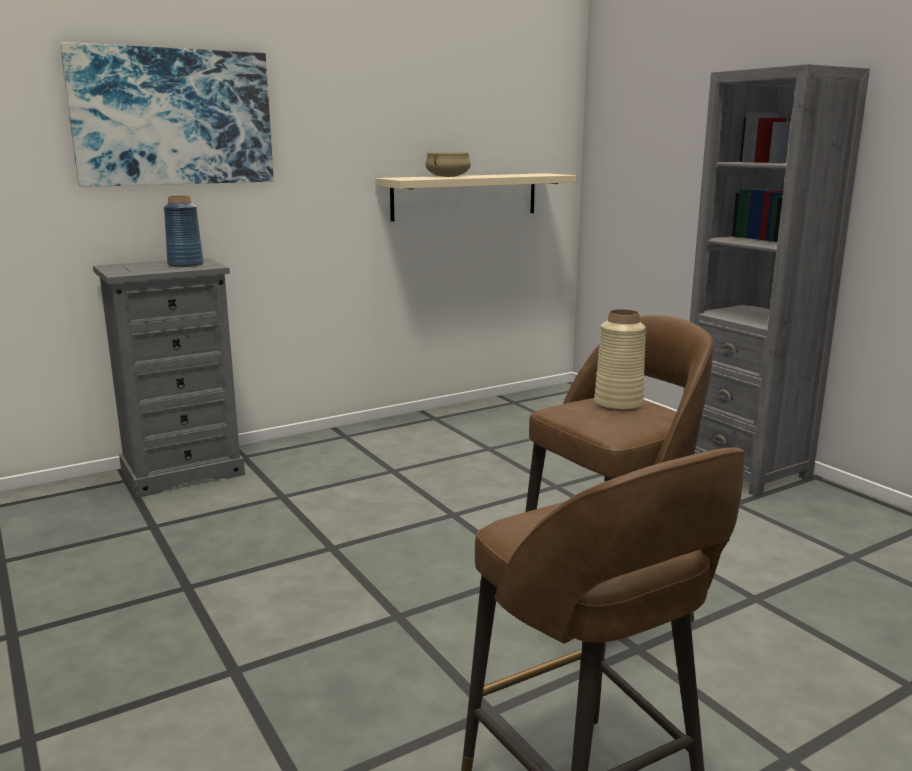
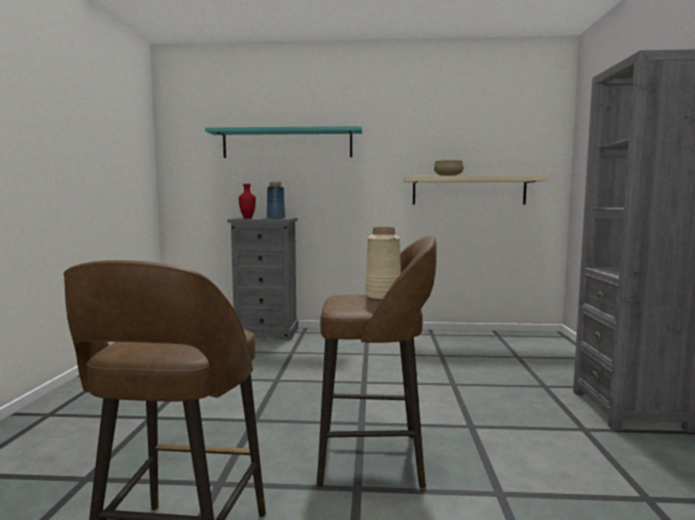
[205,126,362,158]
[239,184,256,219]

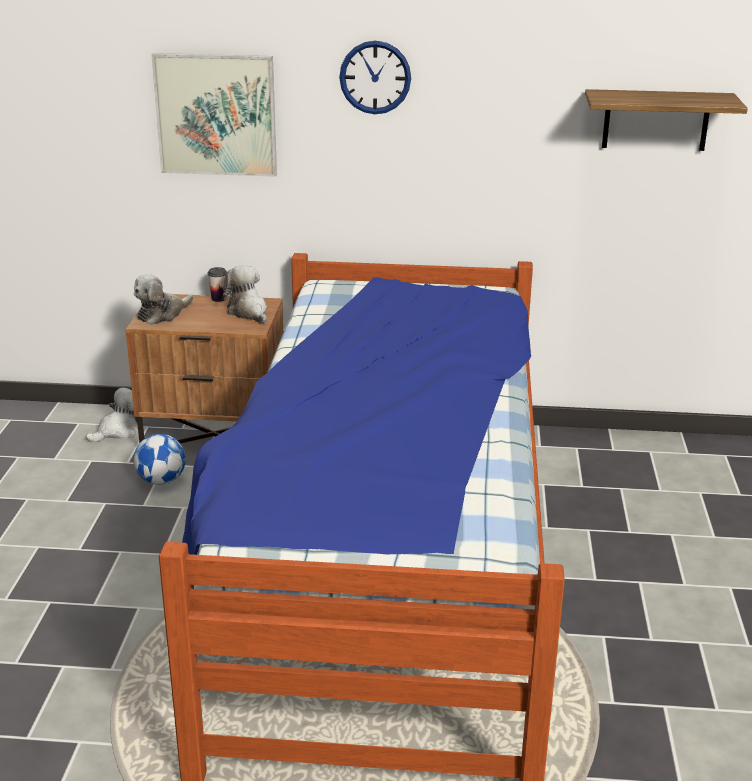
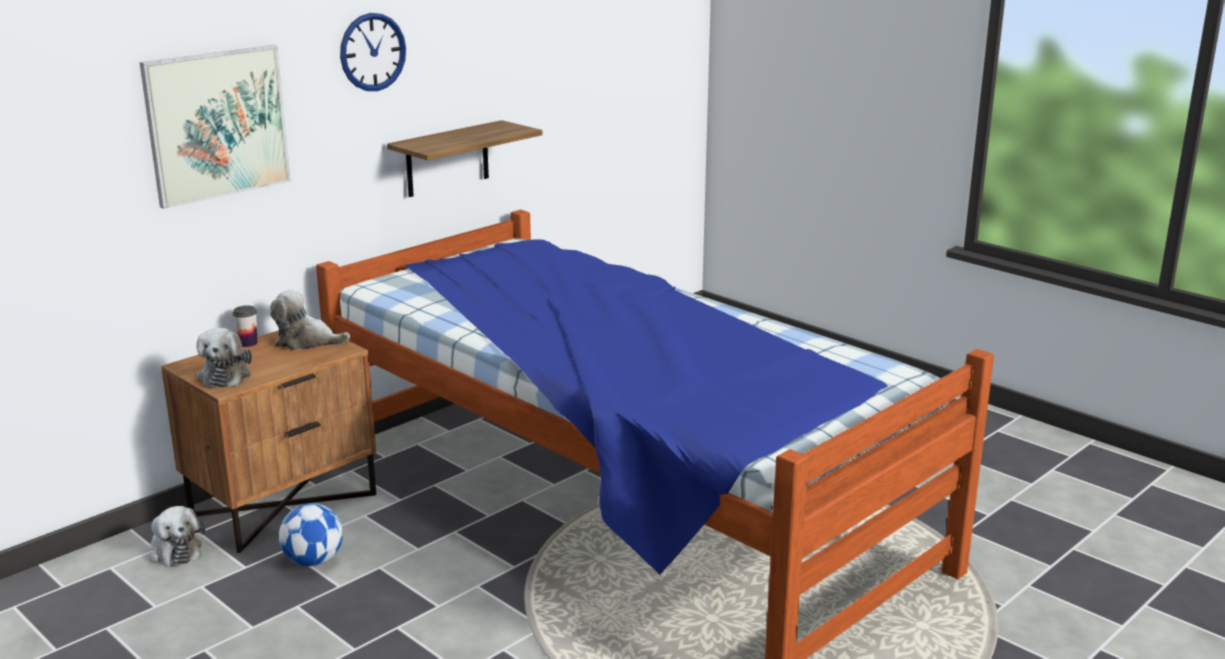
[387,120,543,197]
[149,506,205,567]

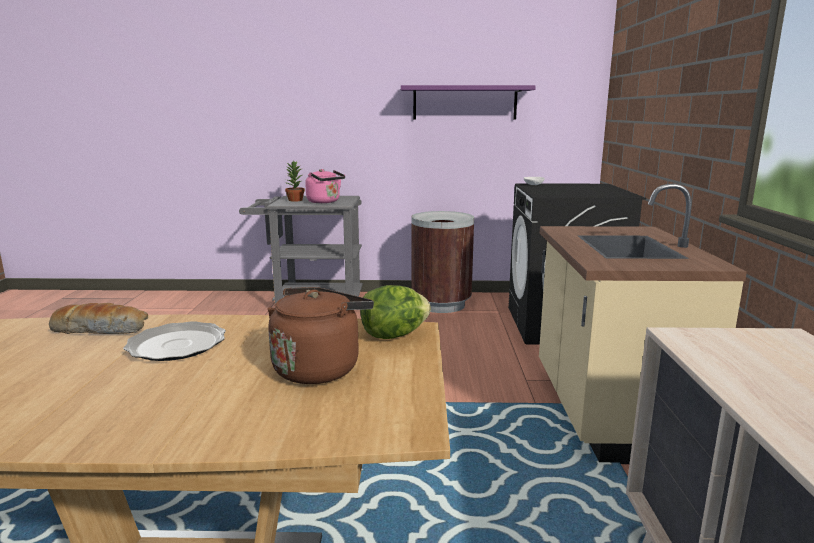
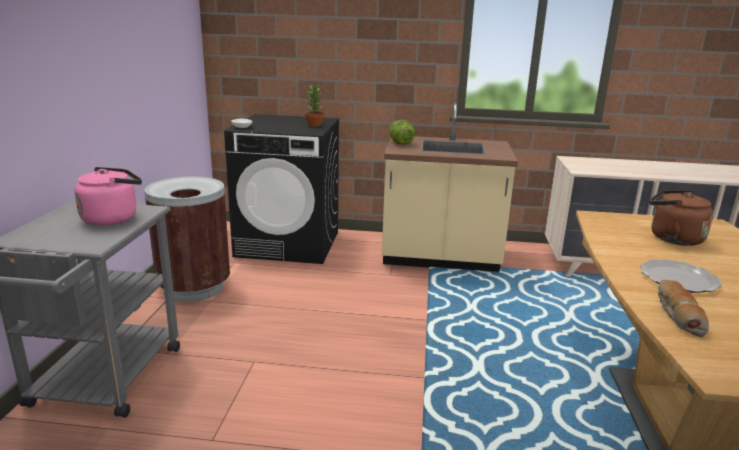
[401,85,536,119] (first image)
[304,84,324,126]
[389,120,415,145]

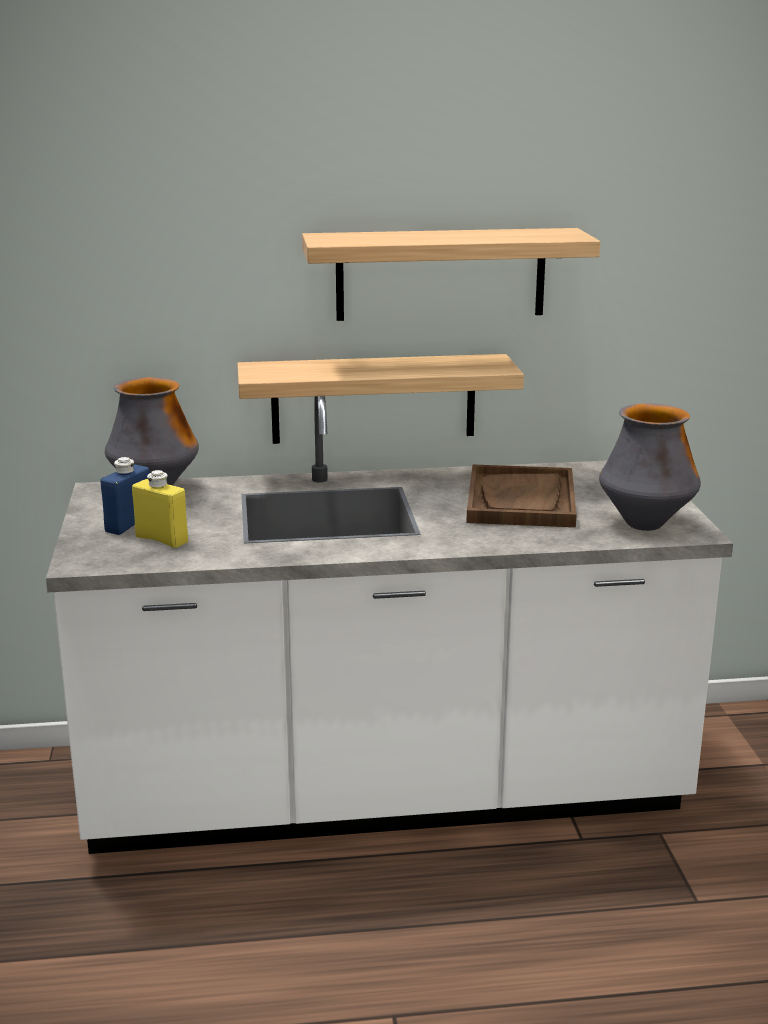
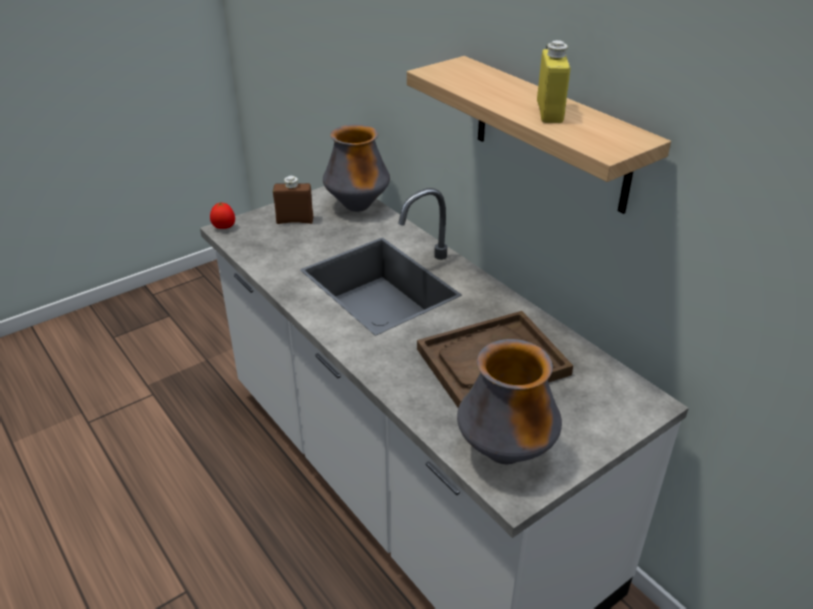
[237,354,524,444] (first image)
[273,176,313,224]
[537,40,570,123]
[210,202,235,229]

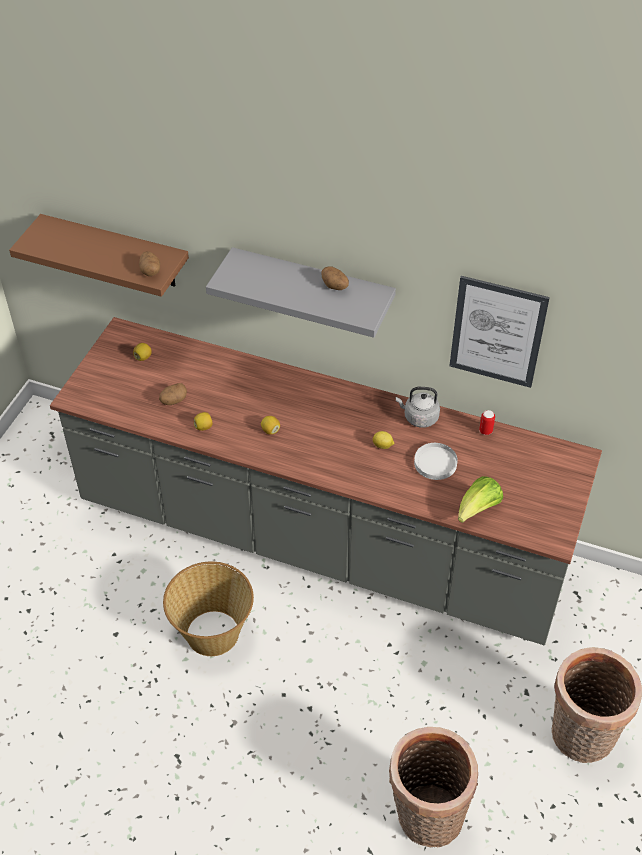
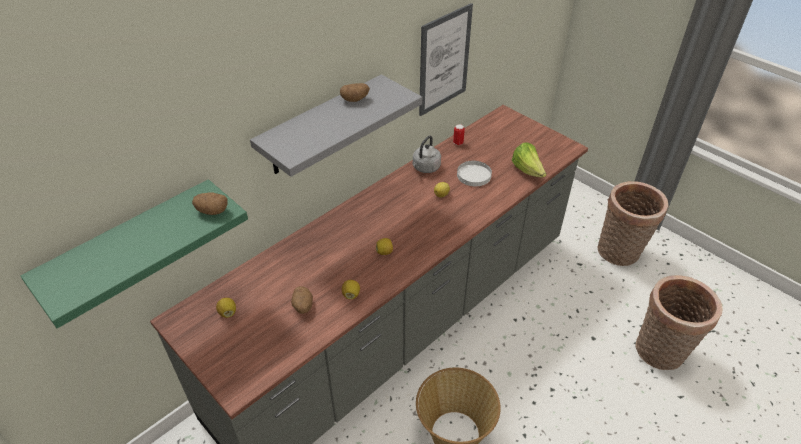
[20,179,248,328]

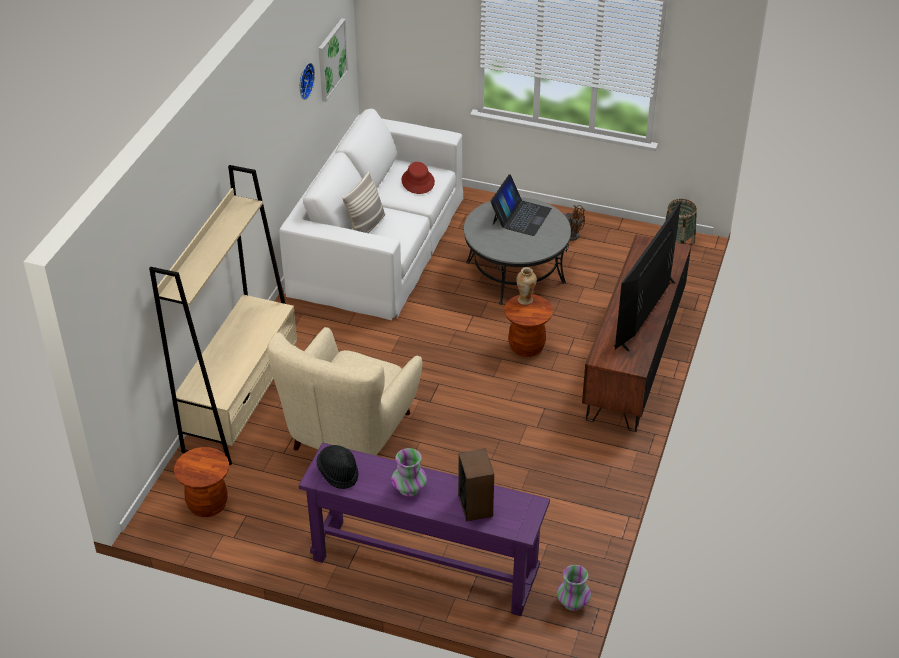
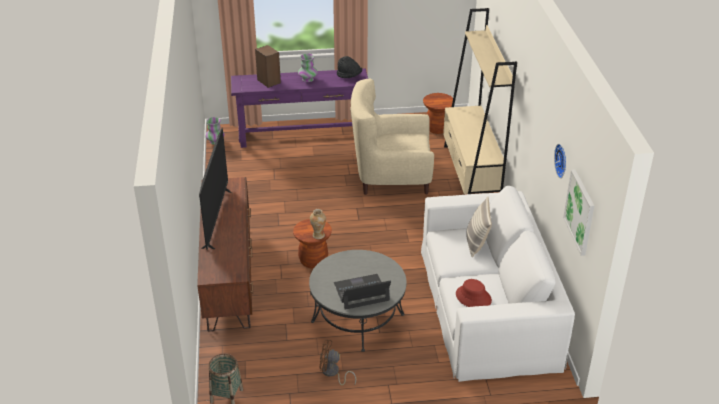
[334,274,391,310]
[350,79,434,195]

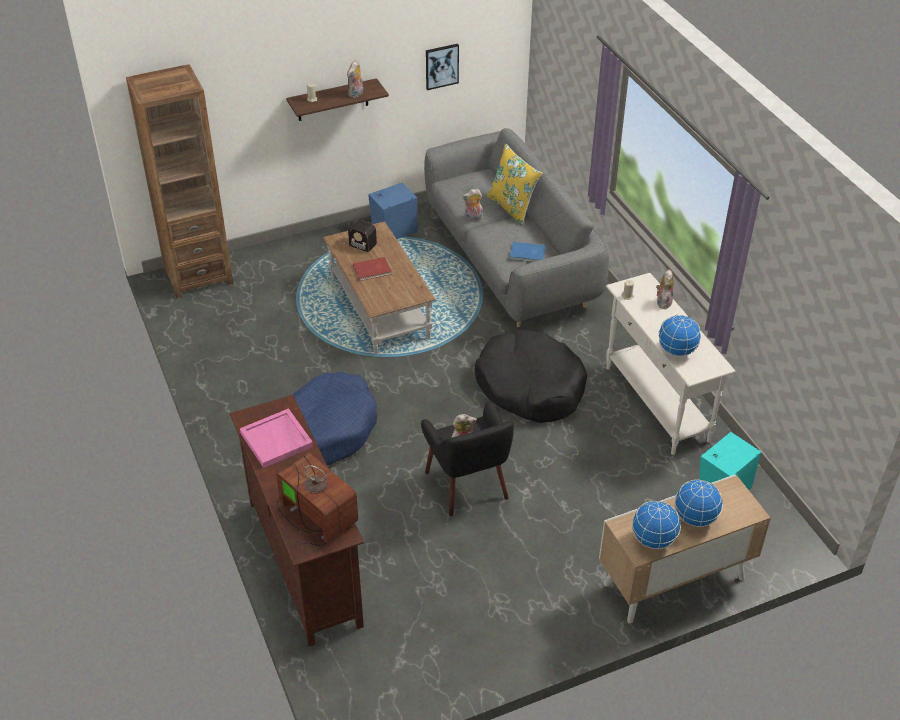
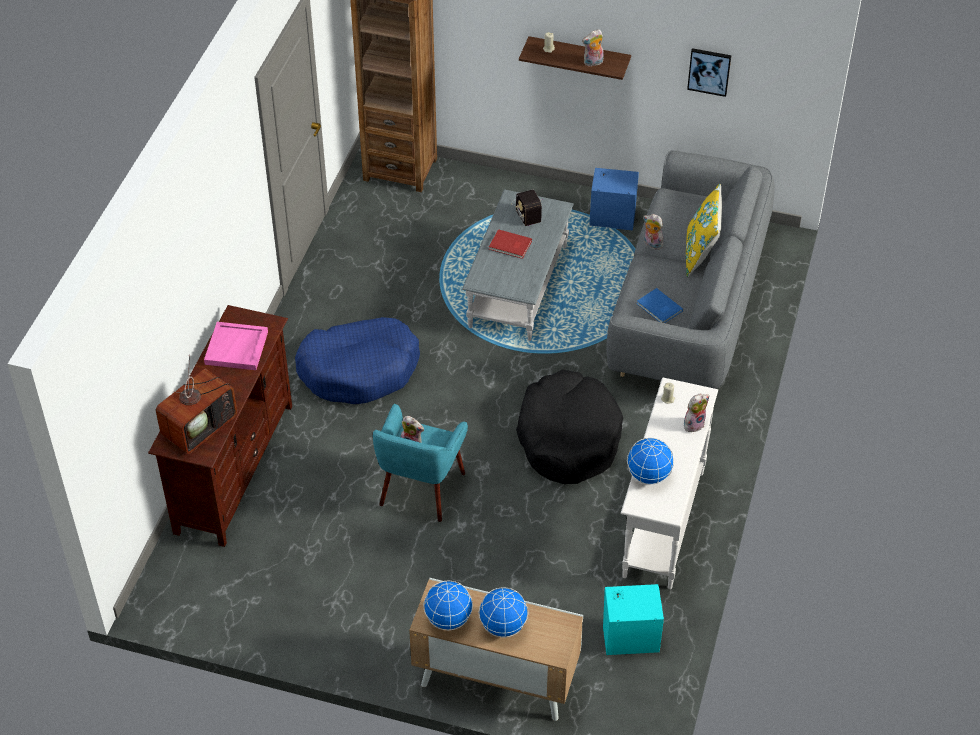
[462,189,574,341]
[373,404,468,522]
[156,355,237,454]

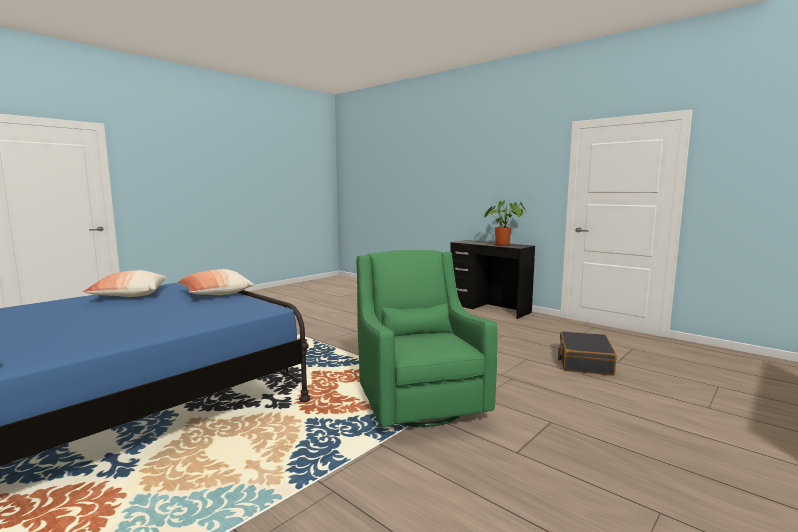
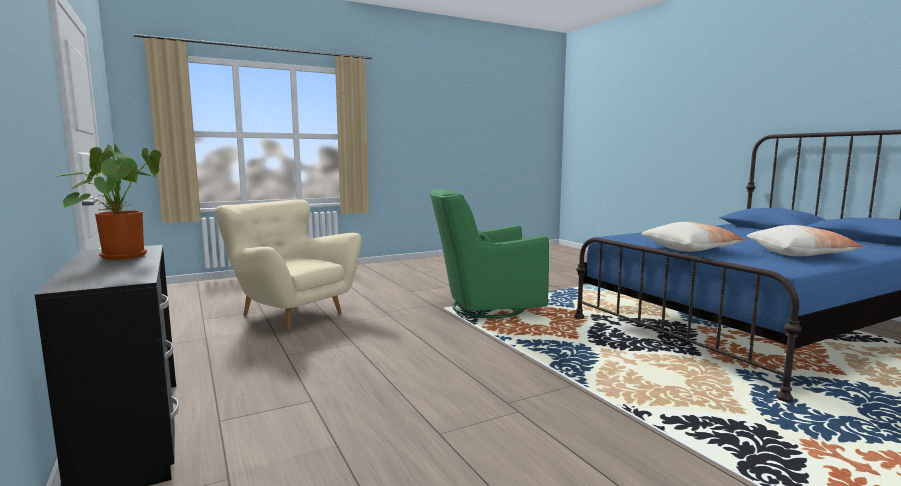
[430,189,549,318]
[215,199,361,331]

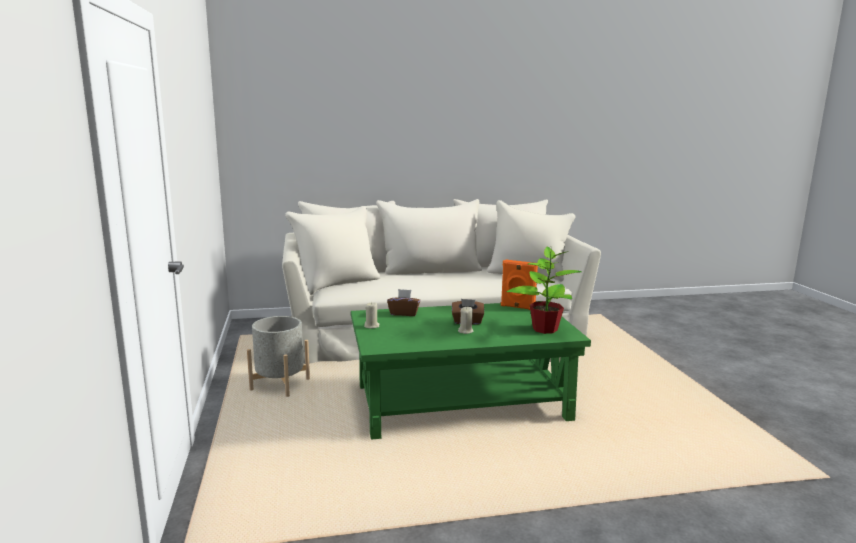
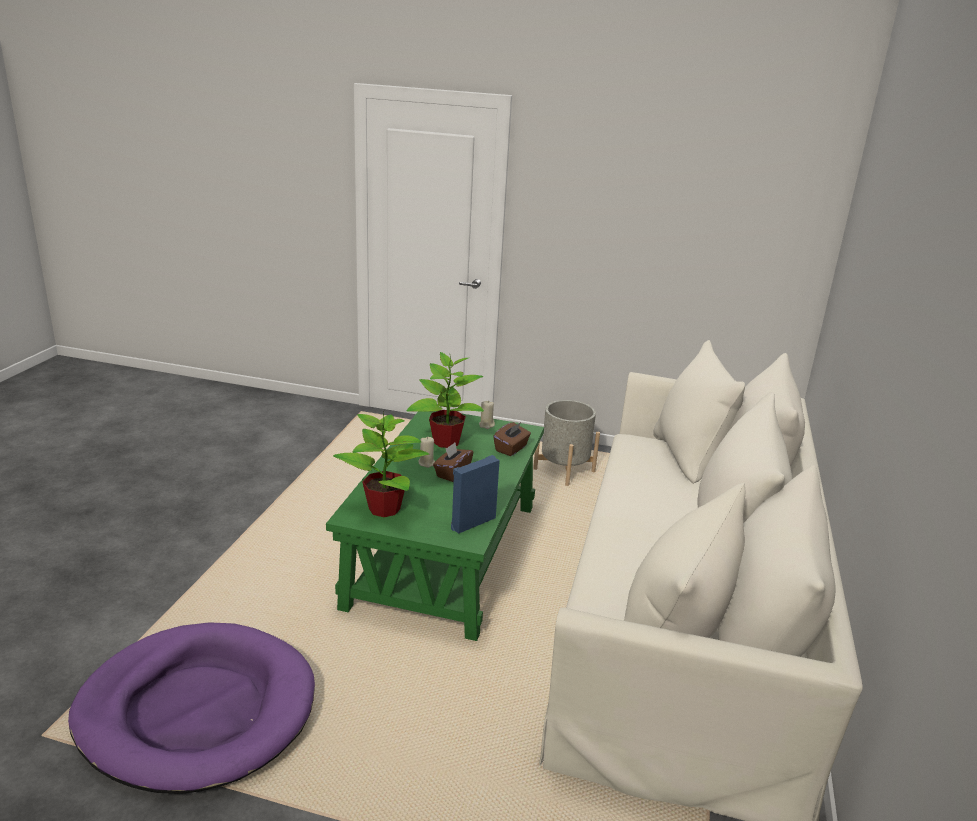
[451,455,500,534]
[406,352,484,448]
[68,622,315,794]

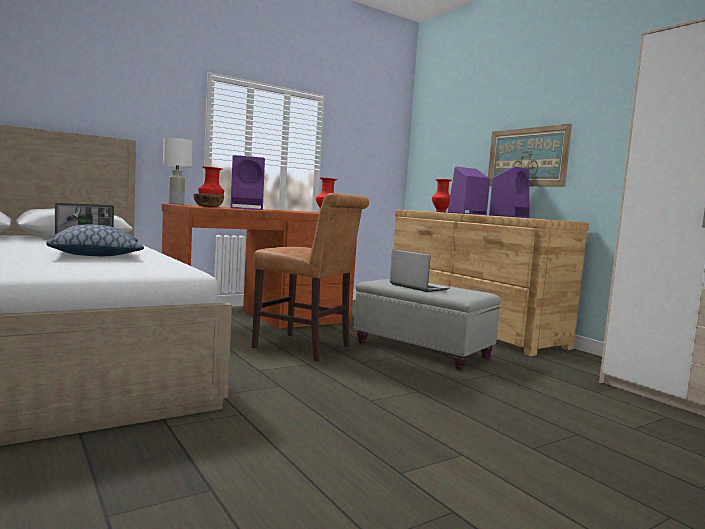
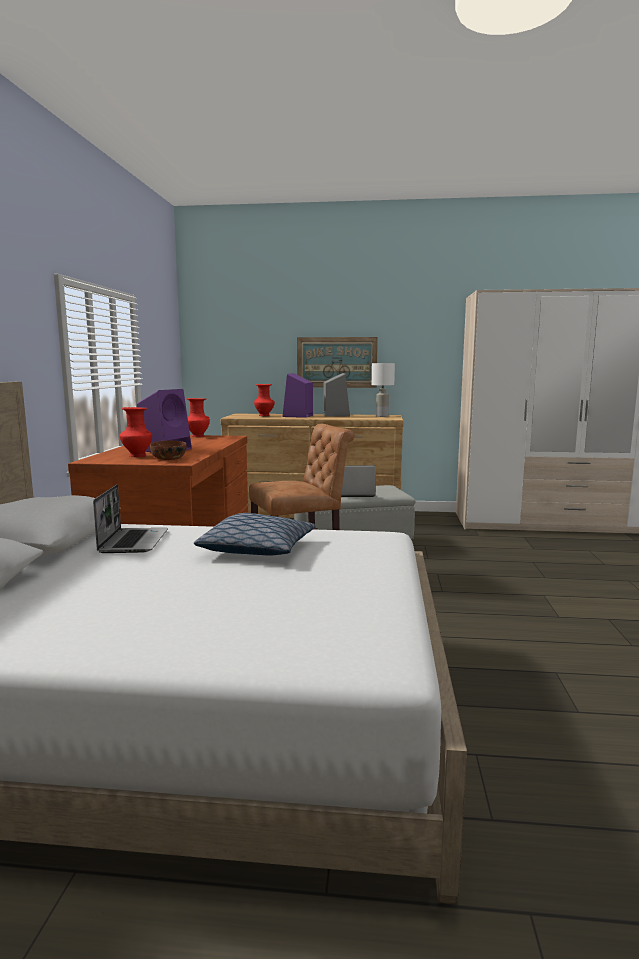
[372,363,395,417]
[324,373,350,417]

